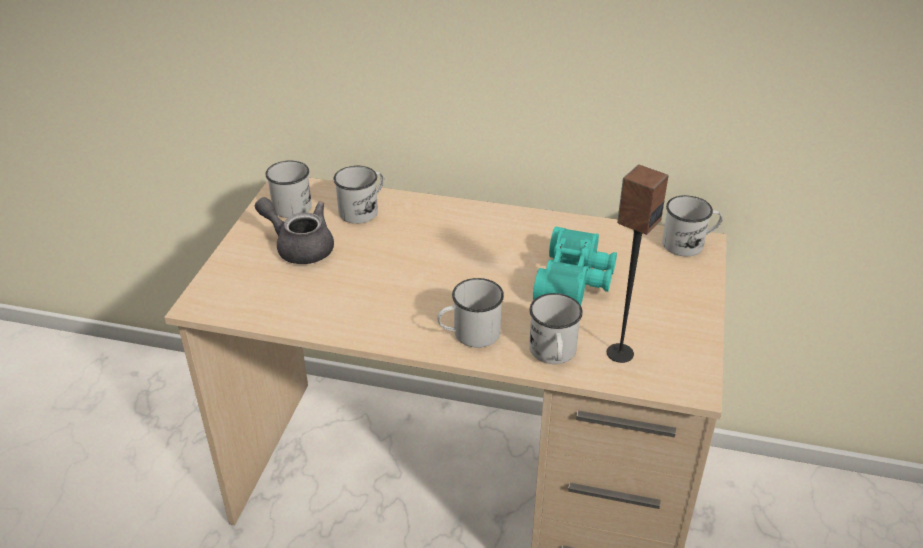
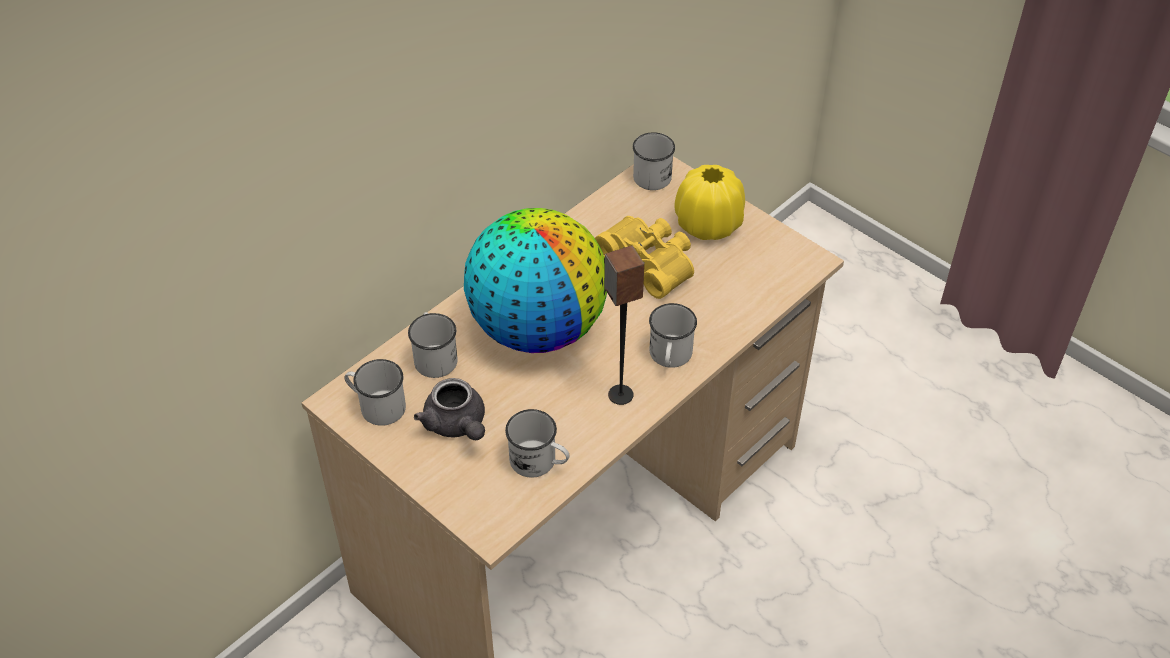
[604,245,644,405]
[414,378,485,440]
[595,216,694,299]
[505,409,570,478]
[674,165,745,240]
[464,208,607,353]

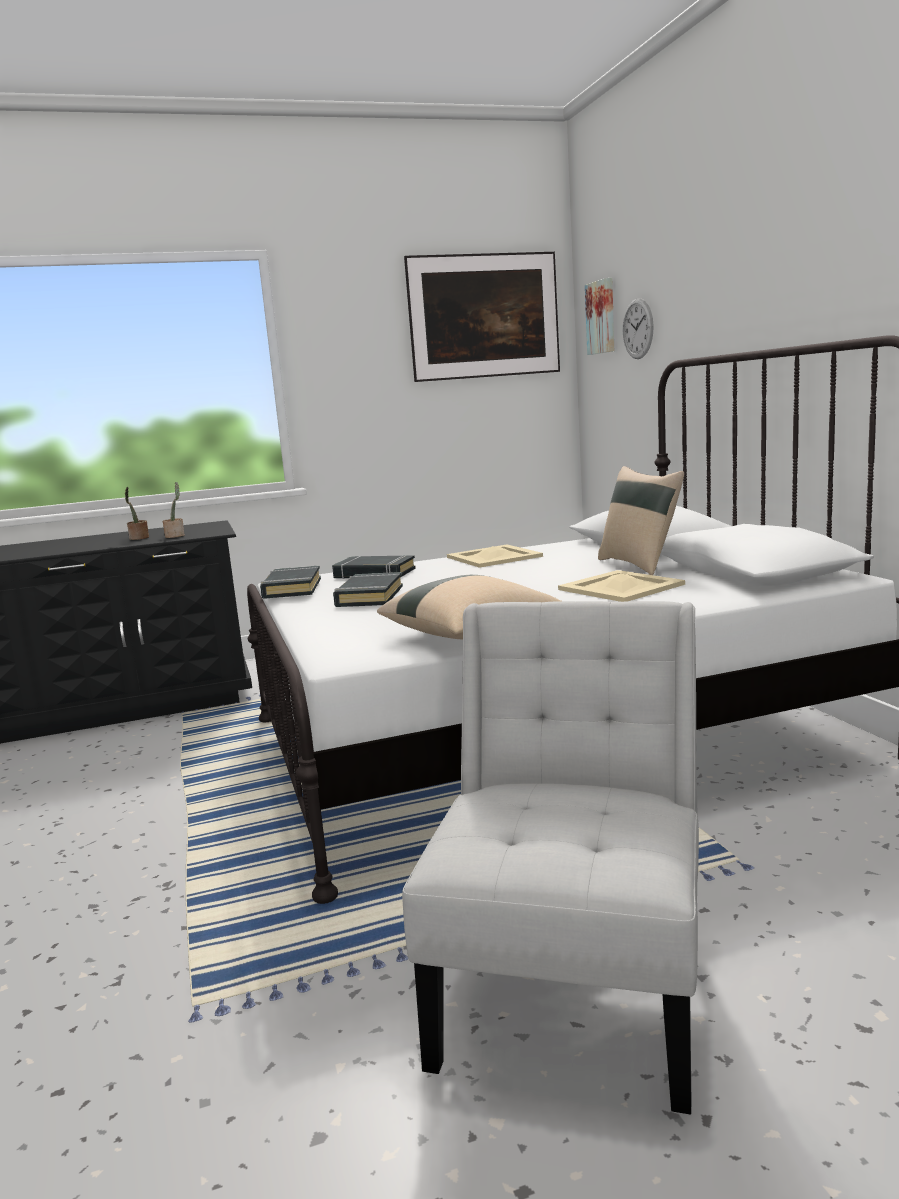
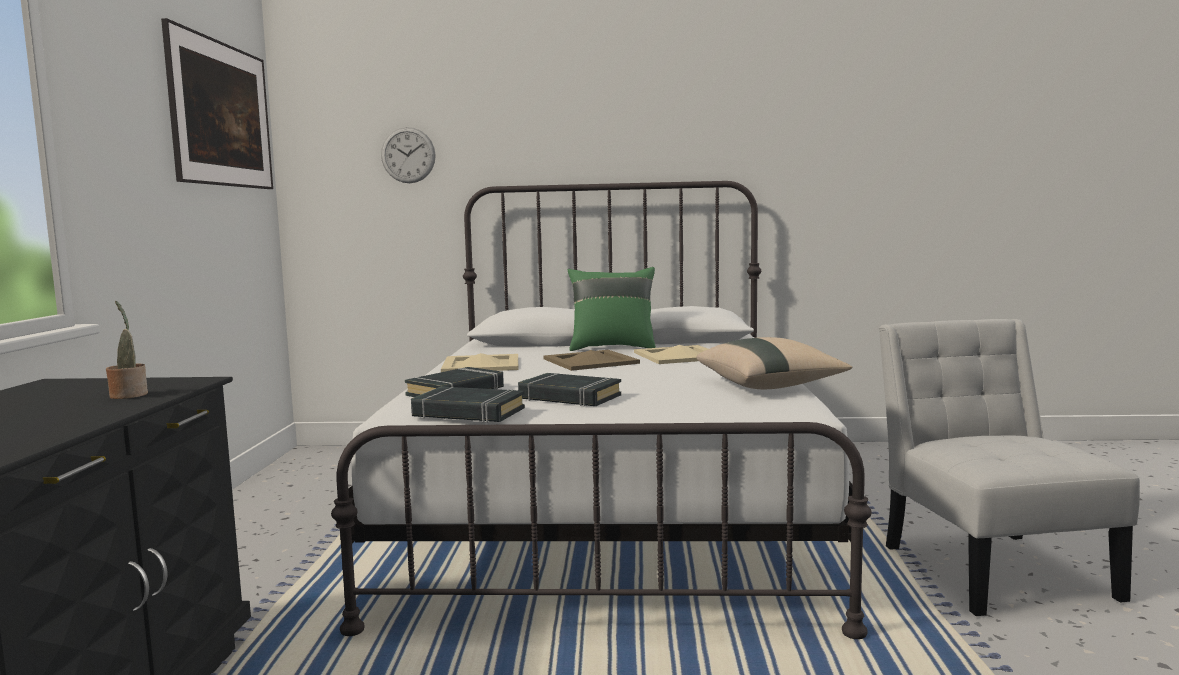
[585,278,614,355] (first image)
[568,267,656,351]
[125,487,149,540] (first image)
[879,319,1140,616]
[544,350,640,371]

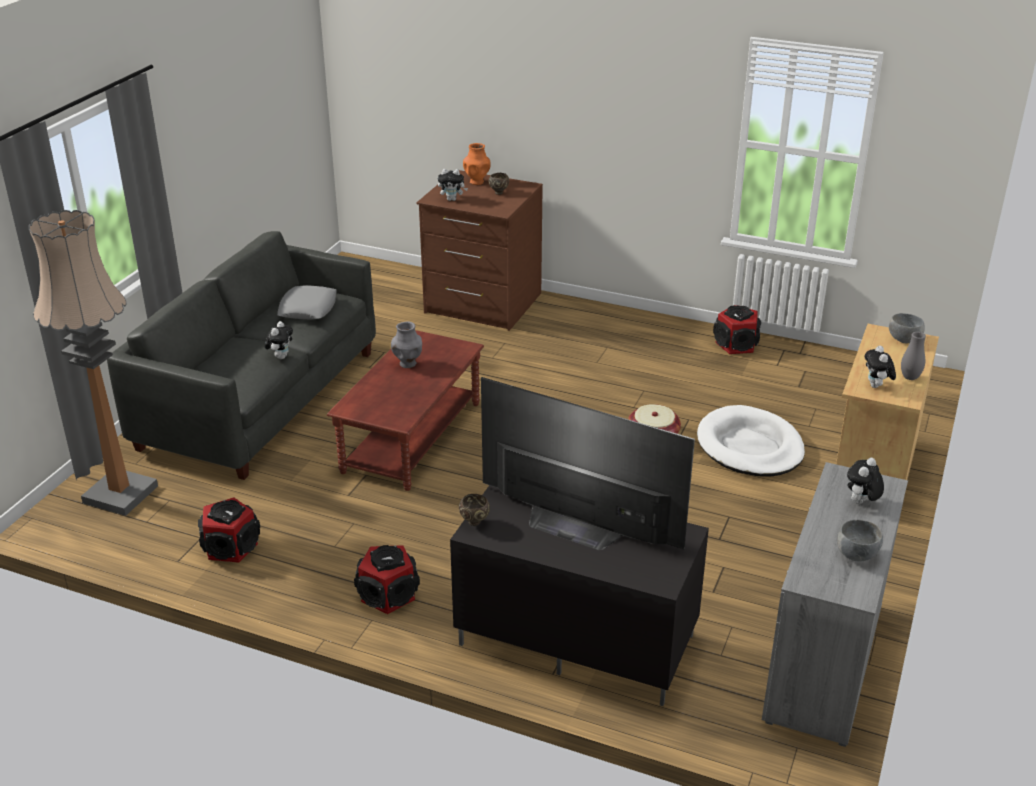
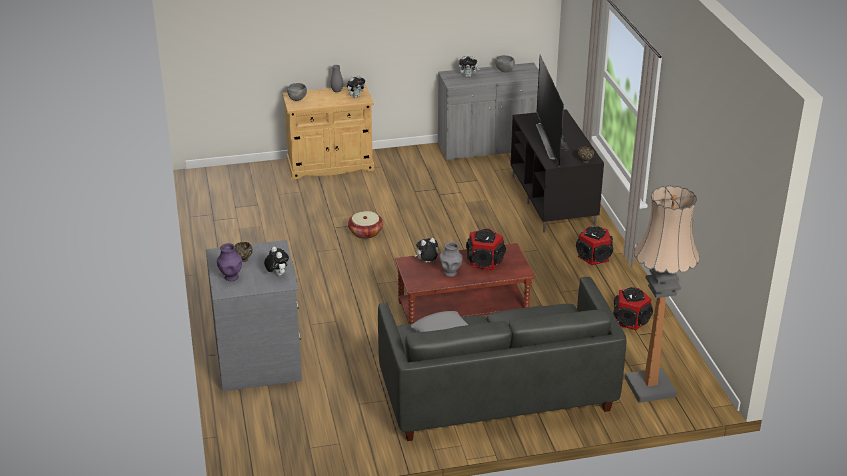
[217,243,242,281]
[206,240,302,392]
[466,228,506,270]
[414,238,438,263]
[697,405,805,477] (first image)

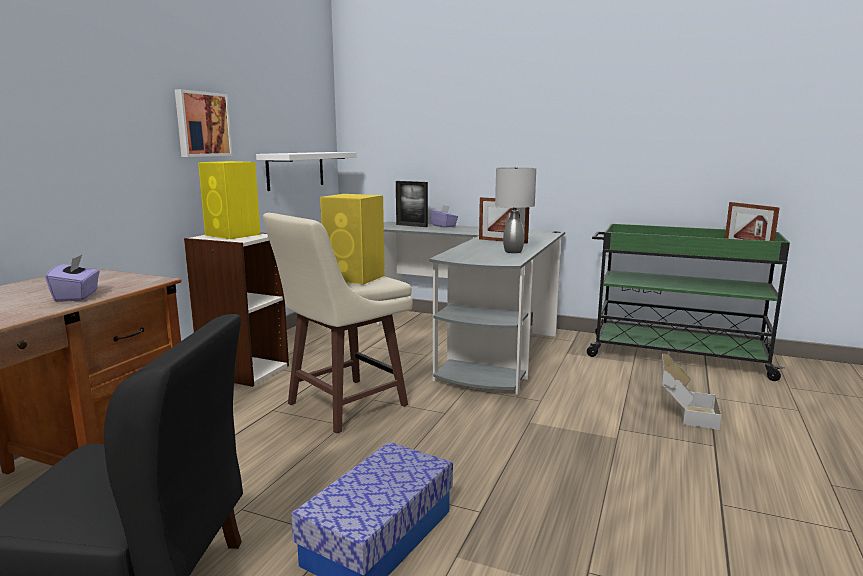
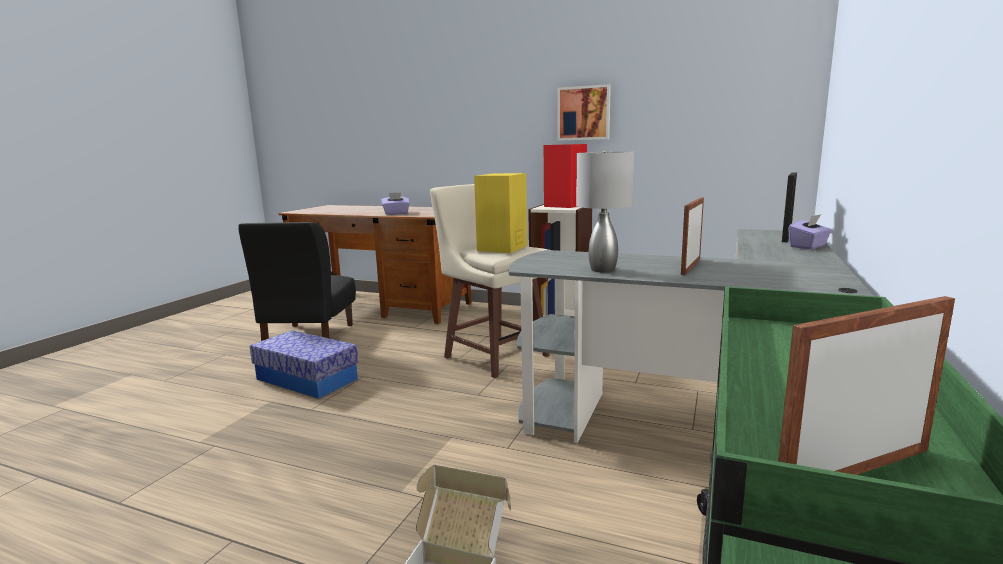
[256,152,357,191] (first image)
[544,144,587,208]

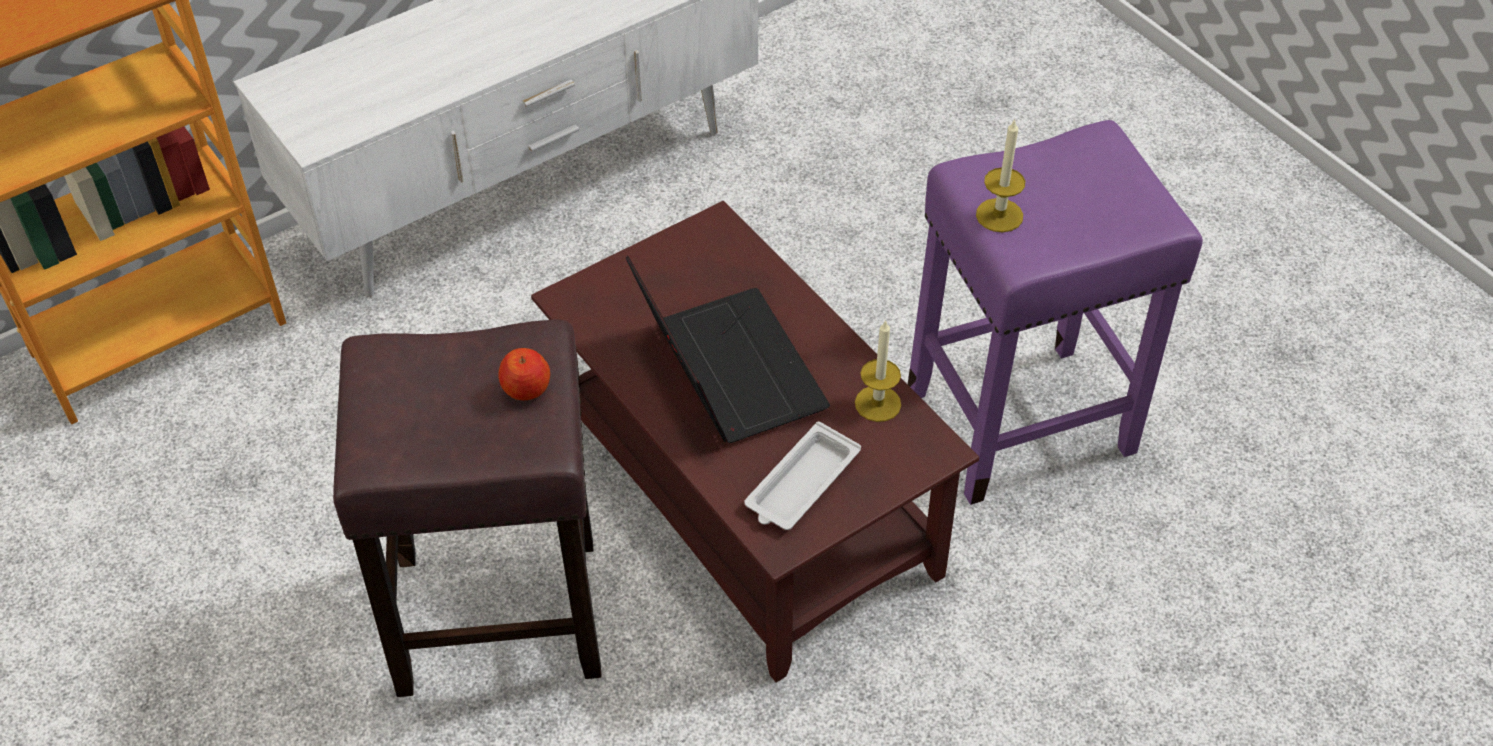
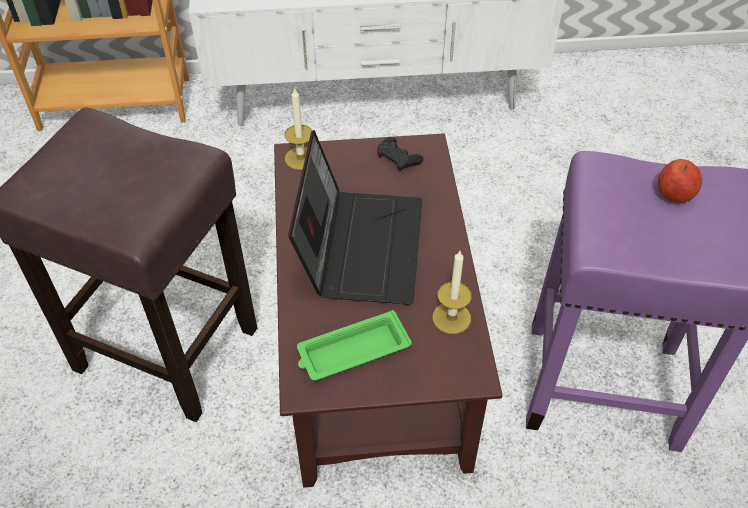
[285,88,312,170]
[658,159,702,202]
[297,310,412,381]
[377,137,424,171]

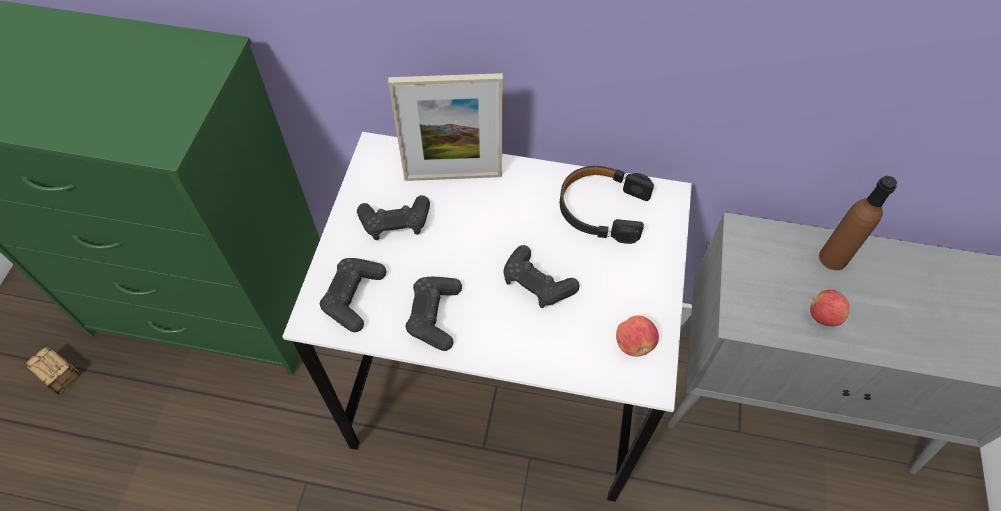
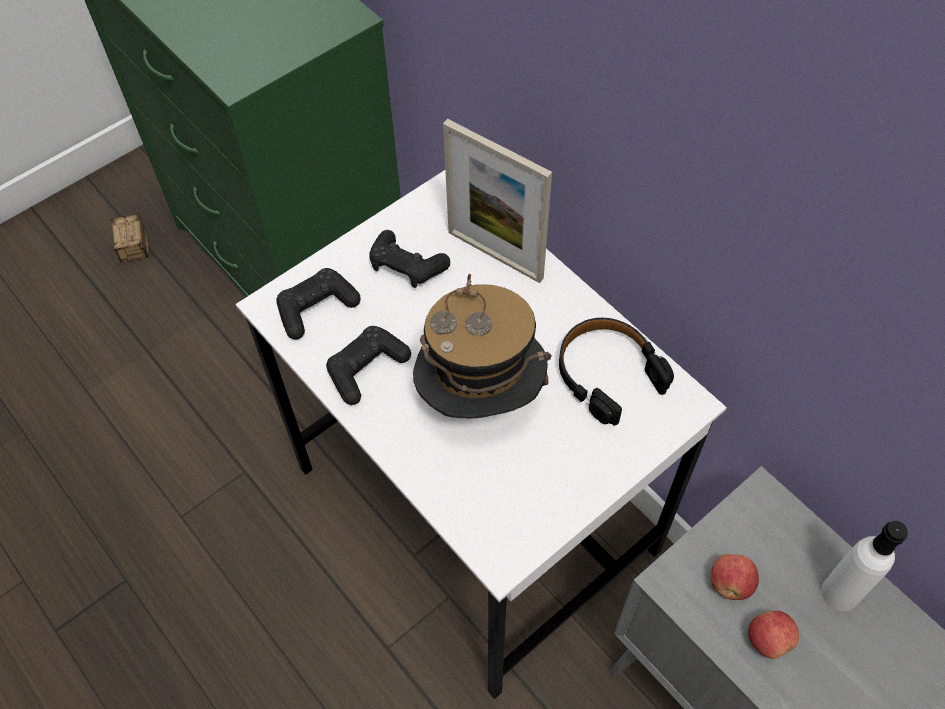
[822,521,908,611]
[413,274,552,418]
[710,554,759,600]

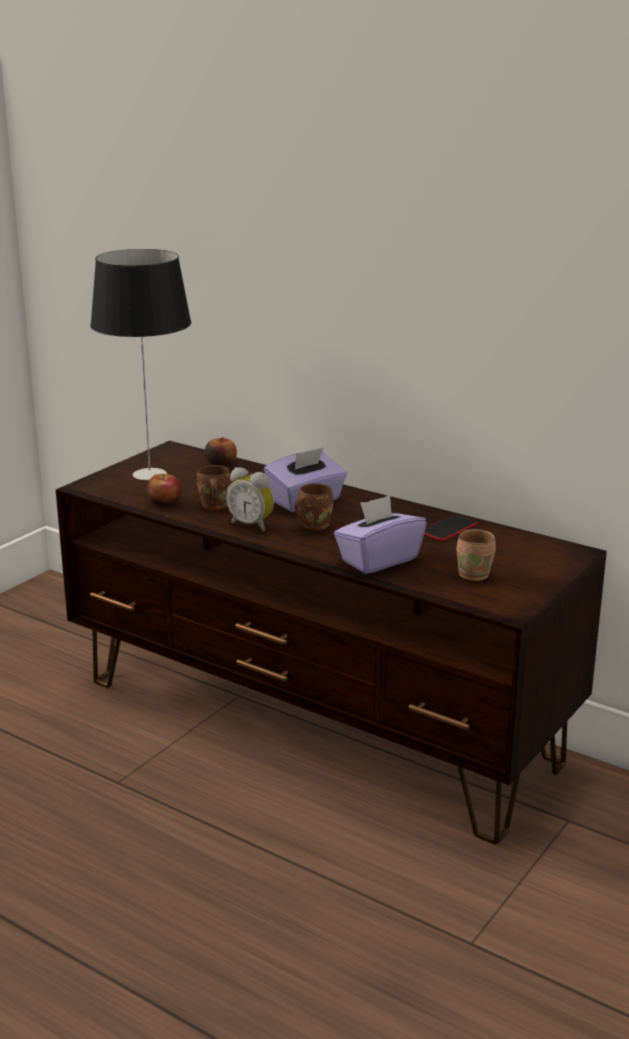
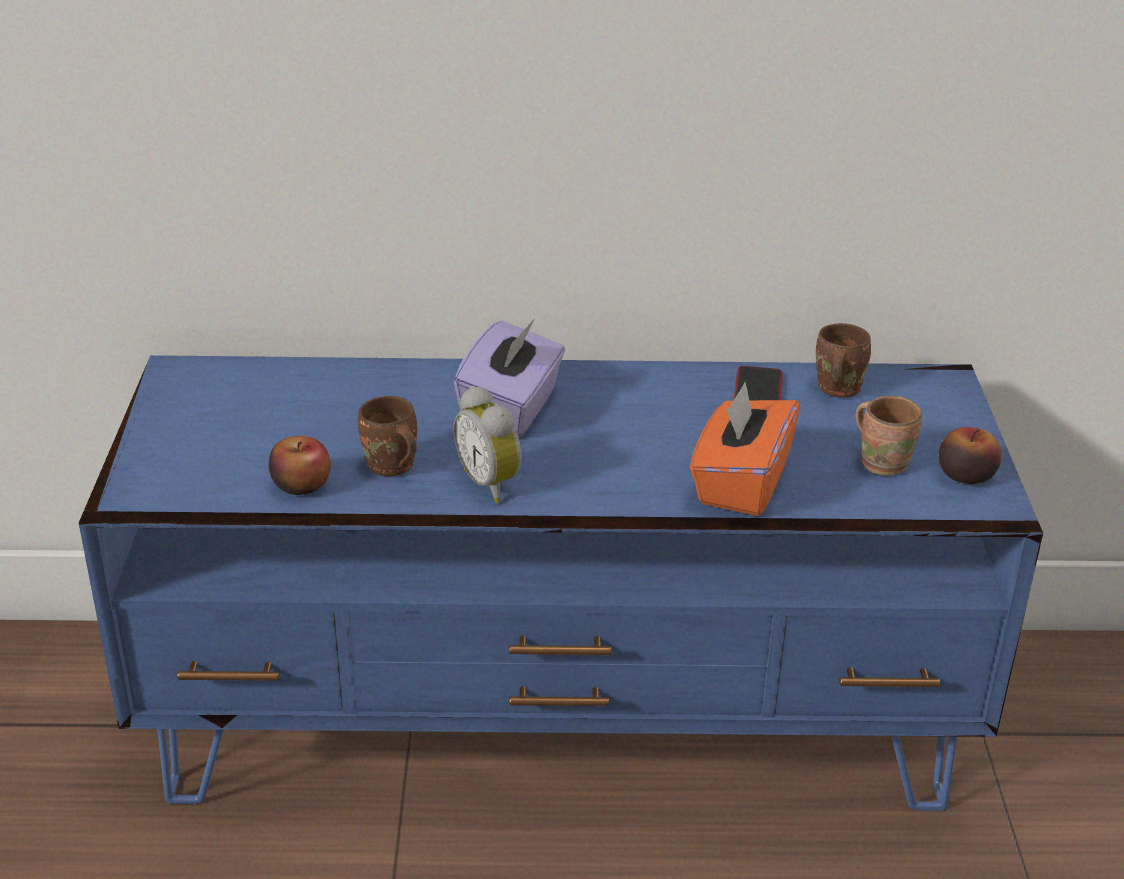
[90,249,191,480] (first image)
[939,427,1002,484]
[79,355,1043,811]
[453,386,521,503]
[816,323,871,398]
[690,382,800,516]

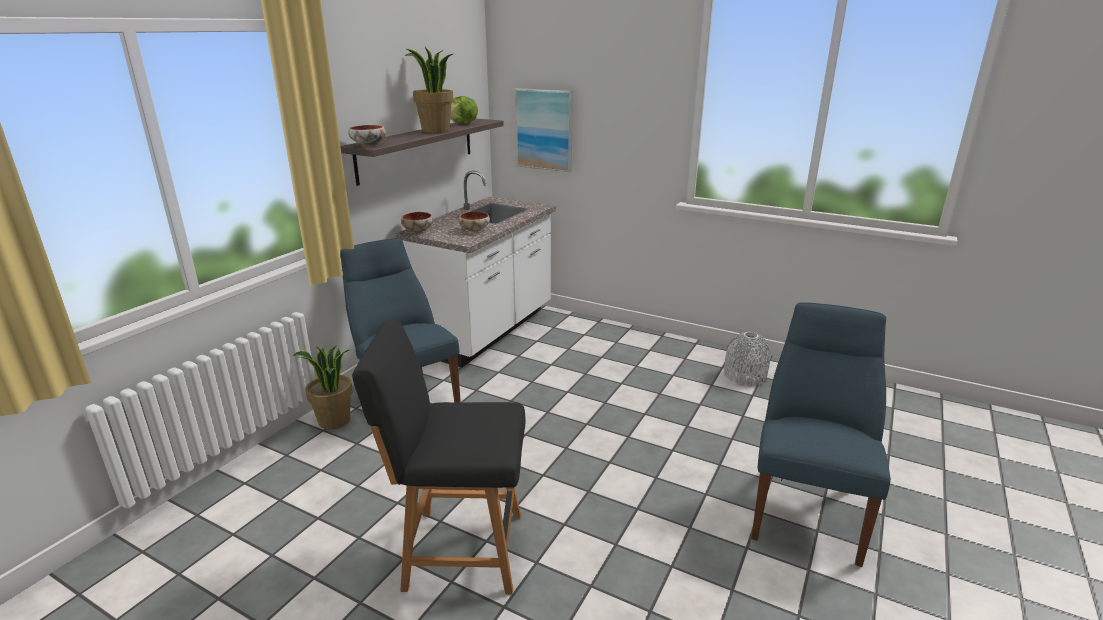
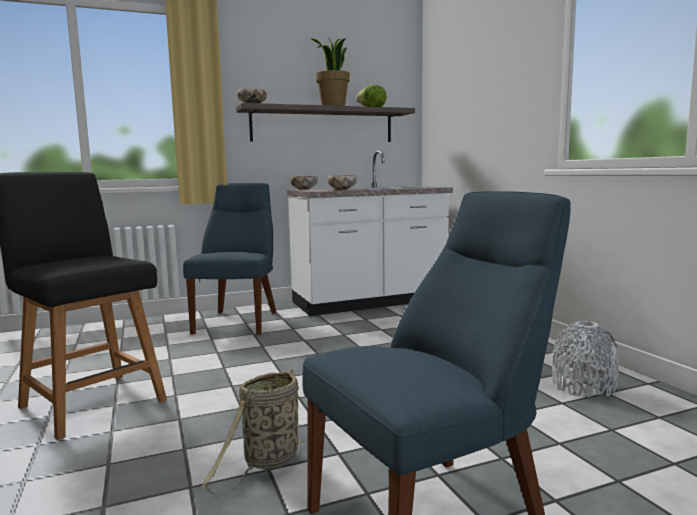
[515,88,573,172] (first image)
[292,345,353,430] (first image)
[202,369,308,496]

